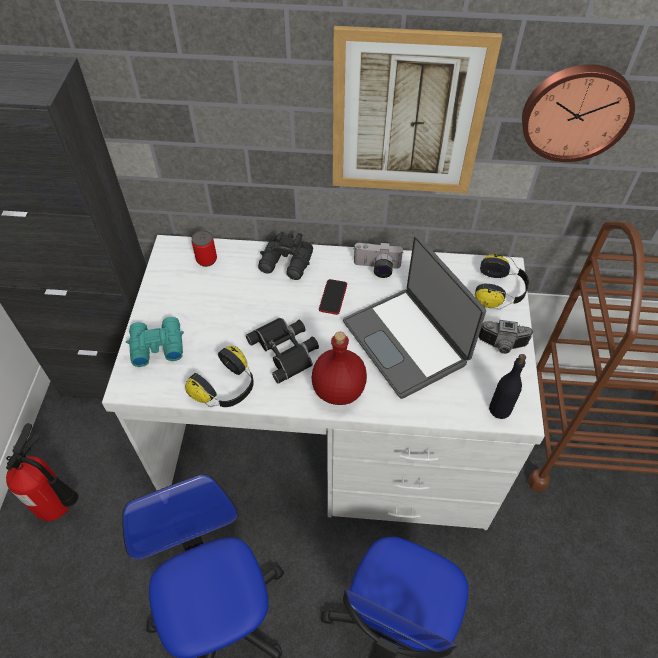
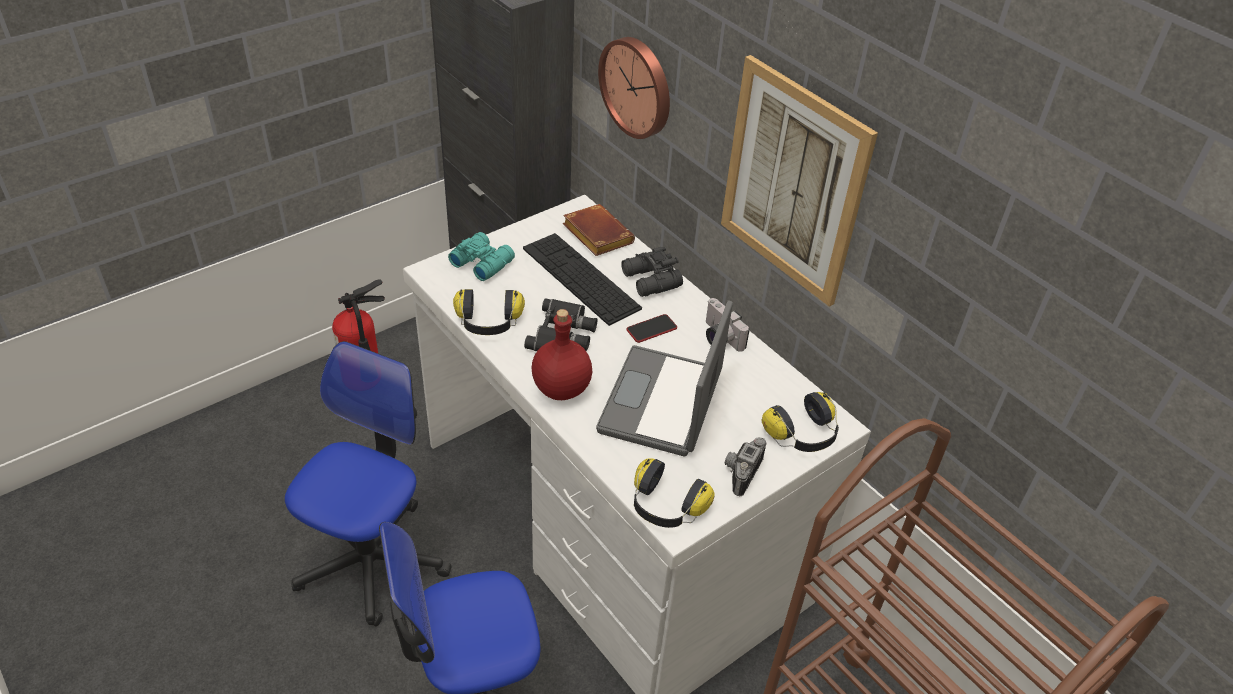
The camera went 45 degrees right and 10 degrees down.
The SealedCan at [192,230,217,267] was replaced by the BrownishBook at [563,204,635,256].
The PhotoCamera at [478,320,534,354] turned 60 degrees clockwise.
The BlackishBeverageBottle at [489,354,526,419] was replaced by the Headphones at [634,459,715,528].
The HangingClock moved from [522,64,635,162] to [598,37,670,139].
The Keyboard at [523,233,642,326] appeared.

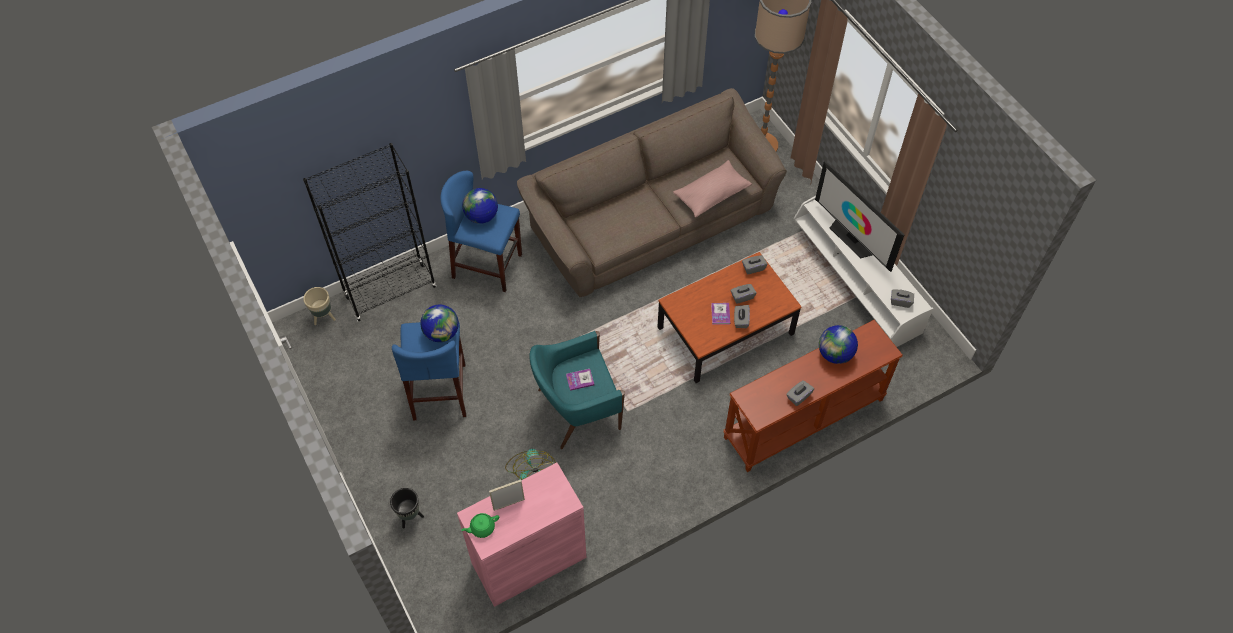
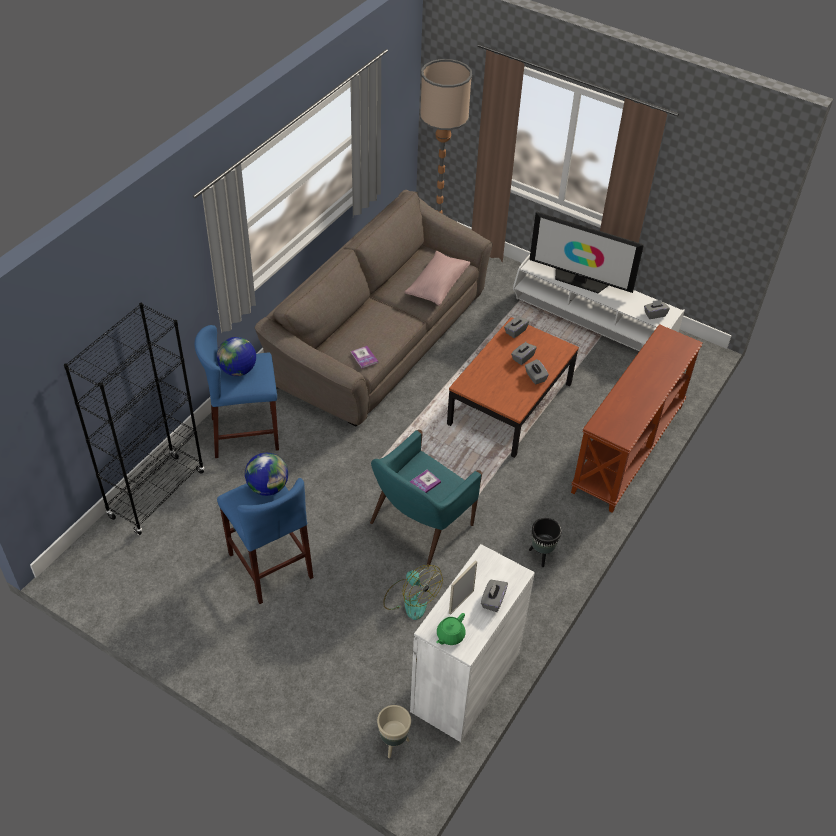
The camera went 30 degrees left and 10 degrees down.
The BeigeColouredPlanter moved from [303,287,336,325] to [377,705,411,758].
The BlackishPlanter moved from [390,488,424,529] to [529,518,562,567].
The PinkishCupboard at [457,463,587,607] became the WhitishCupboard at [410,544,535,742].
The Book moved from [711,303,730,324] to [351,346,378,368].
The GrayTissueHolder moved from [786,380,814,406] to [481,580,508,612].
The Globe at [819,325,858,364] disappeared.

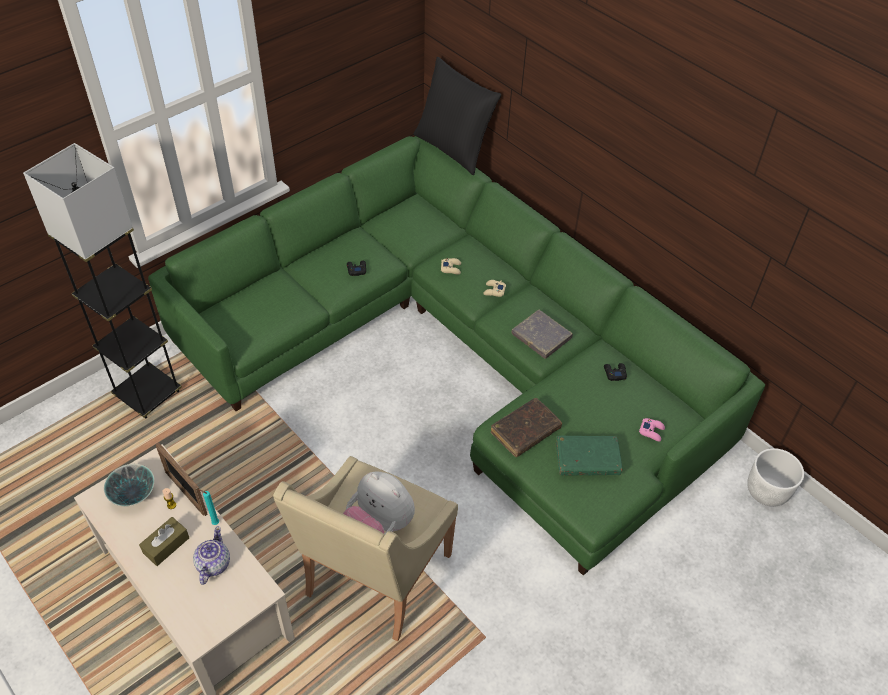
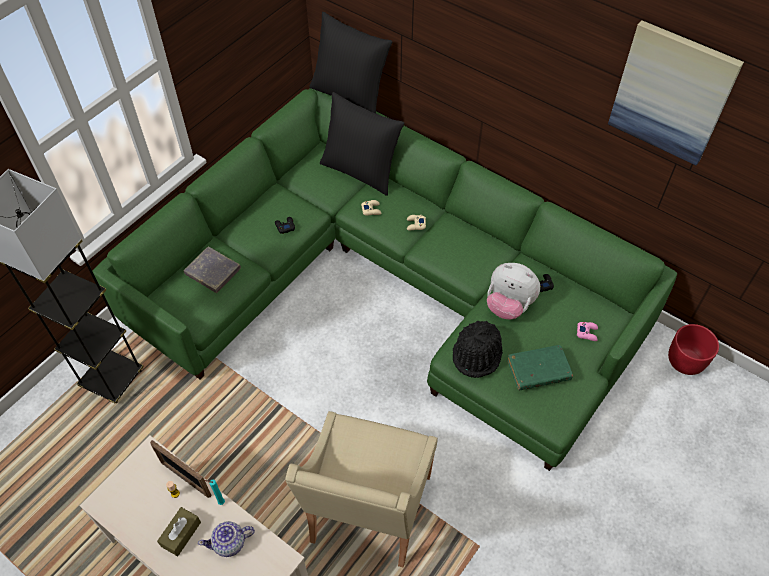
The camera went 10 degrees left and 5 degrees up.
The DeepDish at [104,464,154,506] disappeared.
The PotForTea at [193,526,230,585] turned 105 degrees counterclockwise.
The CuddlyToy moved from [343,471,415,534] to [487,263,540,319].
The BrownishBook at [491,398,562,457] was replaced by the BlackishWearableHat at [453,321,503,378].
The GrayBook moved from [511,310,573,359] to [183,247,241,293].
The WhitishPlanter at [747,448,804,507] became the RedColouredPlanter at [668,324,719,375].
The BlackishThrowPillow at [320,92,404,196] appeared.
The WallArt at [608,20,744,165] appeared.

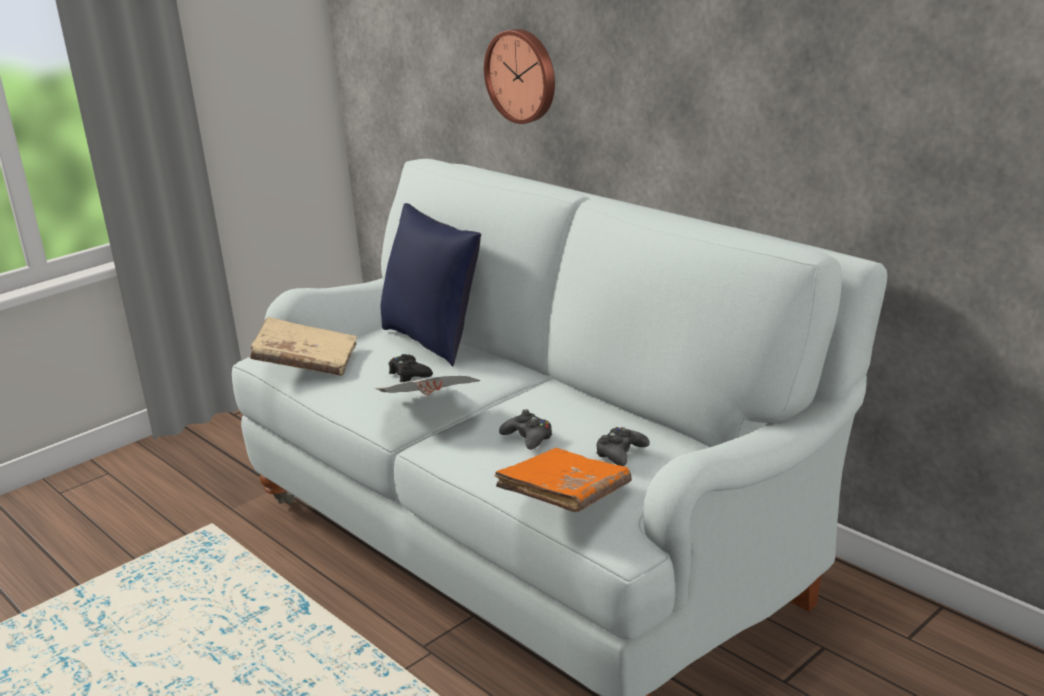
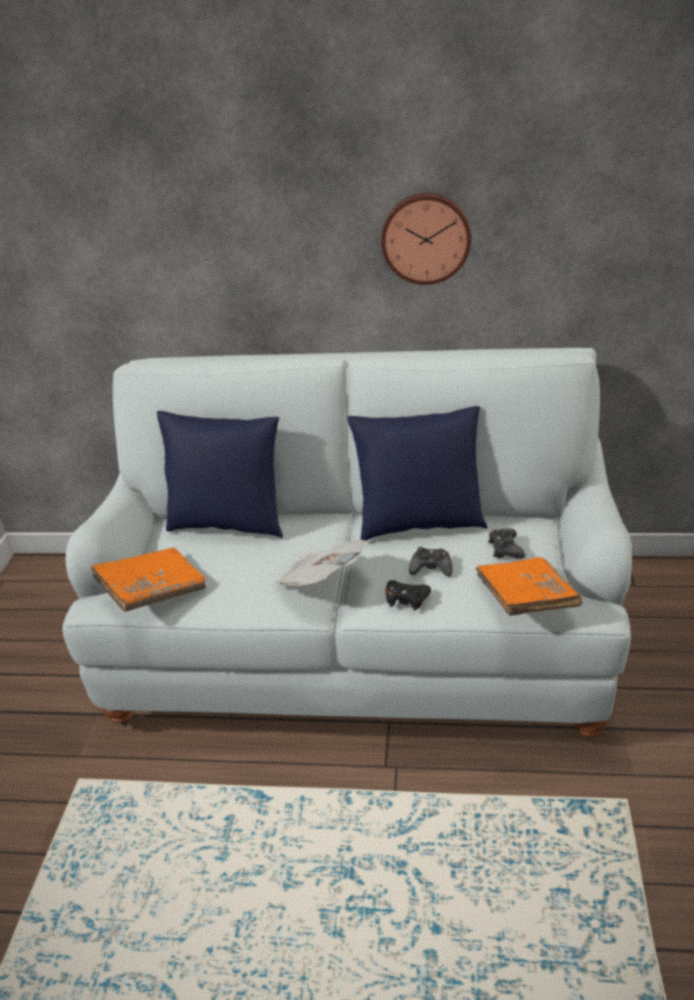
The camera went 40 degrees left and 10 degrees up.
The BeigeColouredBook at [250,317,357,376] became the OrangeBook at [91,547,206,611].
The BlackishGamepad moved from [389,354,433,382] to [386,580,431,610].
The HangingClock moved from [484,29,555,124] to [381,193,471,285].
The BlueColouredThrowPillow at [347,406,487,541] appeared.

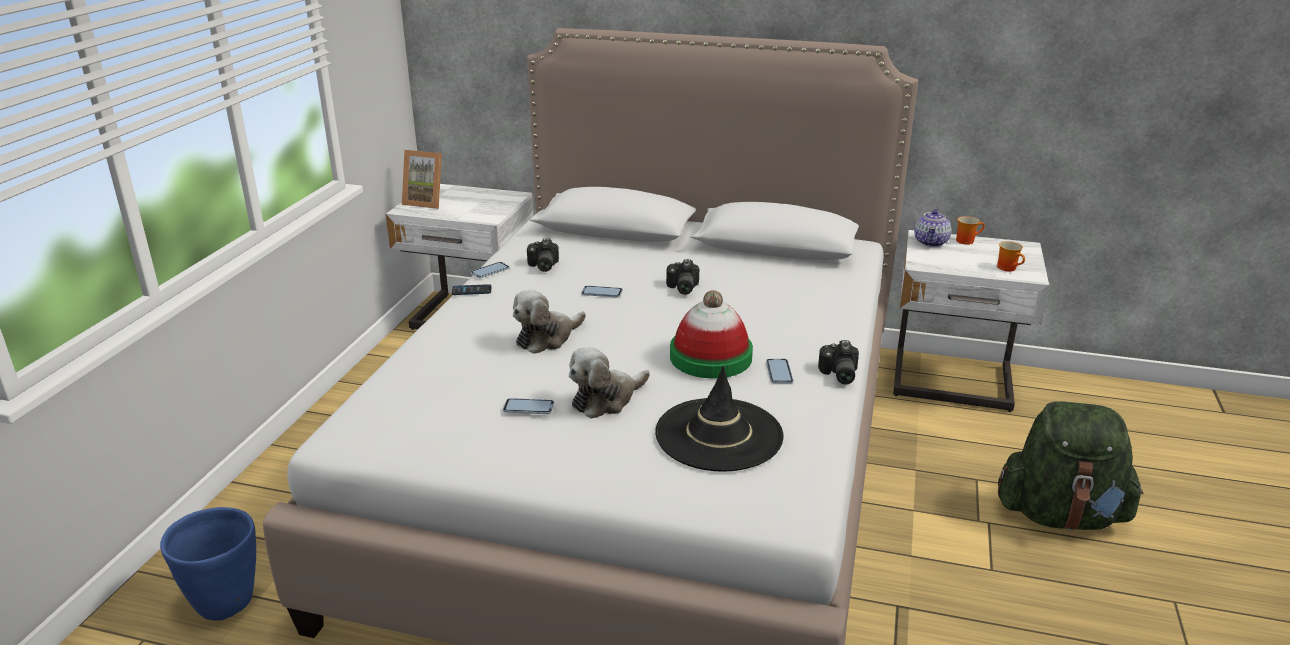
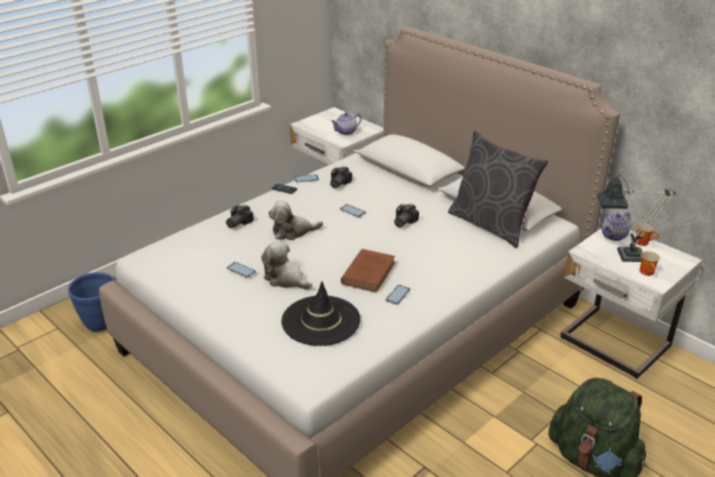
The camera went 30 degrees right and 5 degrees up.
The PictureFrame at [402,150,442,209] disappeared.
The CuddlyToy at [569,347,650,419] turned 45 degrees clockwise.
The WearableHat at [670,290,753,379] was replaced by the BrownishBook at [341,249,395,292].
The PhotoCamera moved from [818,340,859,385] to [226,205,254,228].
The PotForTea at [331,112,362,135] appeared.
The GrayThrowPillow at [448,131,548,248] appeared.
The LampForATable at [597,175,676,262] appeared.

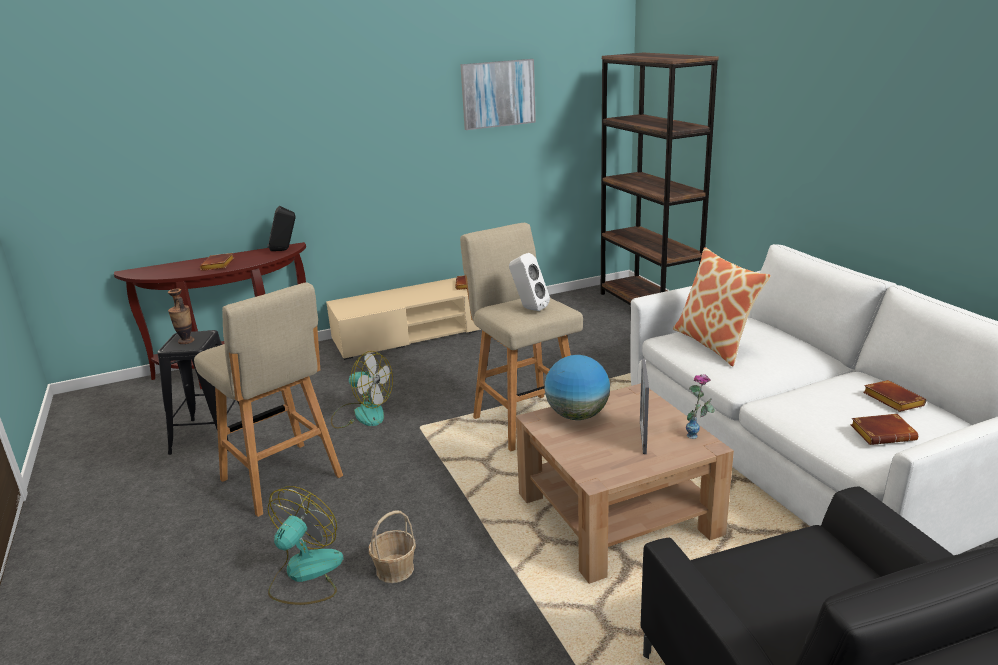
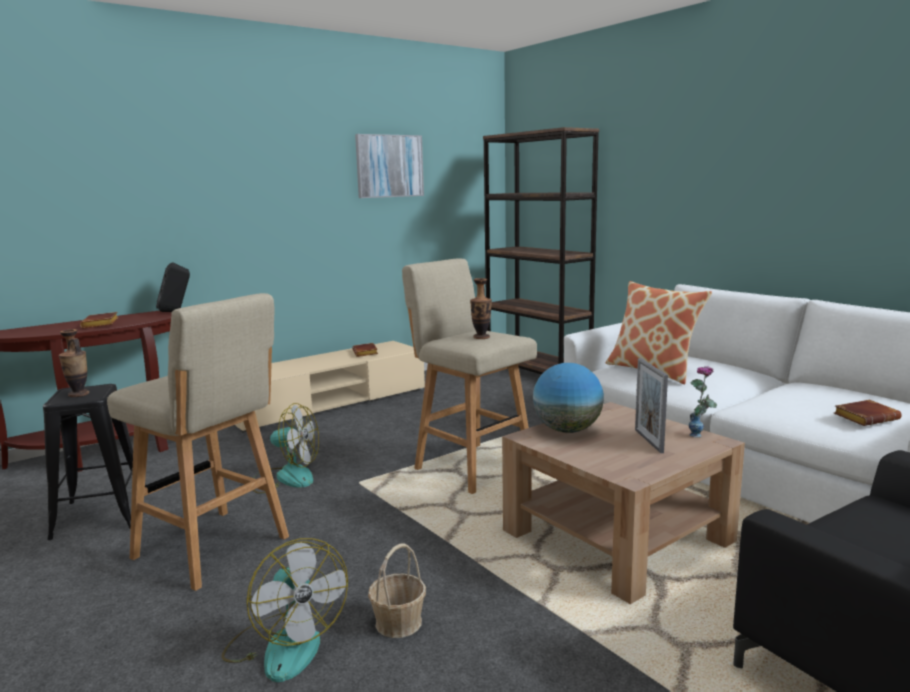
The camera went 15 degrees left and 10 degrees down.
The Fan at [268,486,344,605] turned 135 degrees clockwise.
The WhitishSpeaker at [509,253,550,311] was replaced by the DecorativeVase at [470,278,492,339].
The BrownishBook at [863,380,926,412] disappeared.

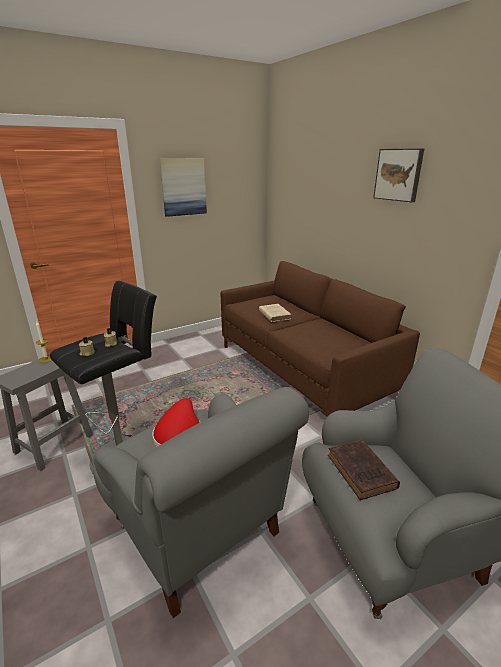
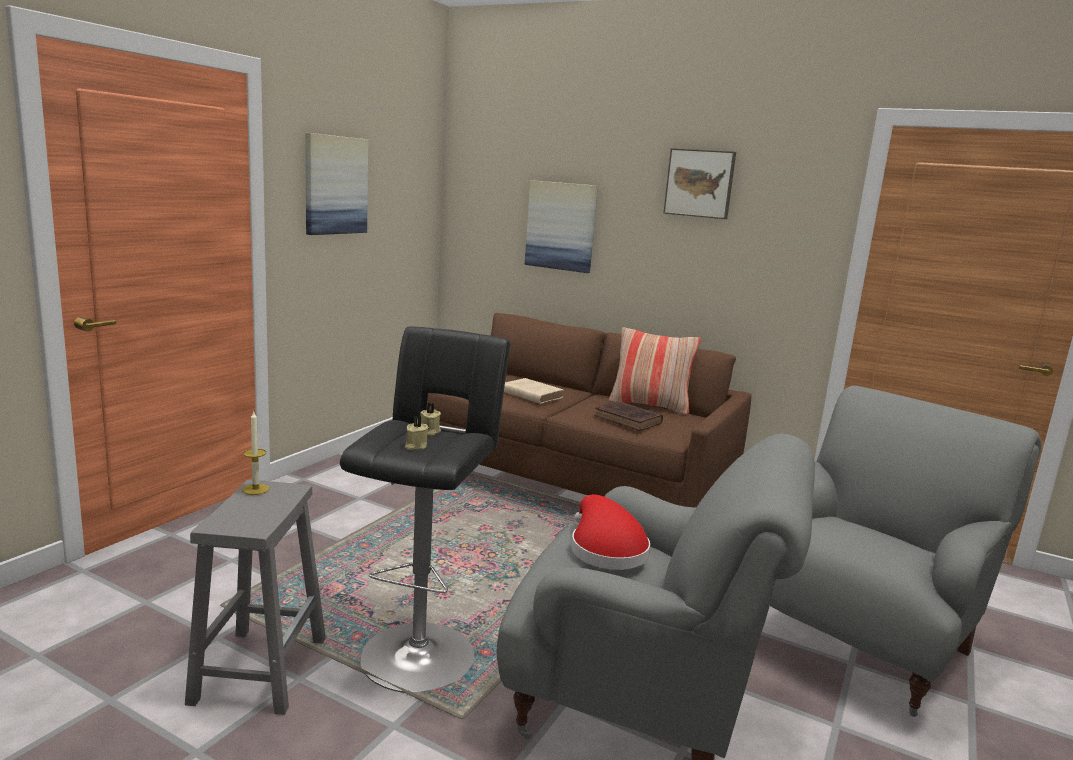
The camera went 30 degrees left and 10 degrees down.
The BrownishBook moved from [328,440,400,500] to [594,401,663,431].
The WallArt at [525,180,598,273] appeared.
The ThrowPillow at [609,327,701,415] appeared.

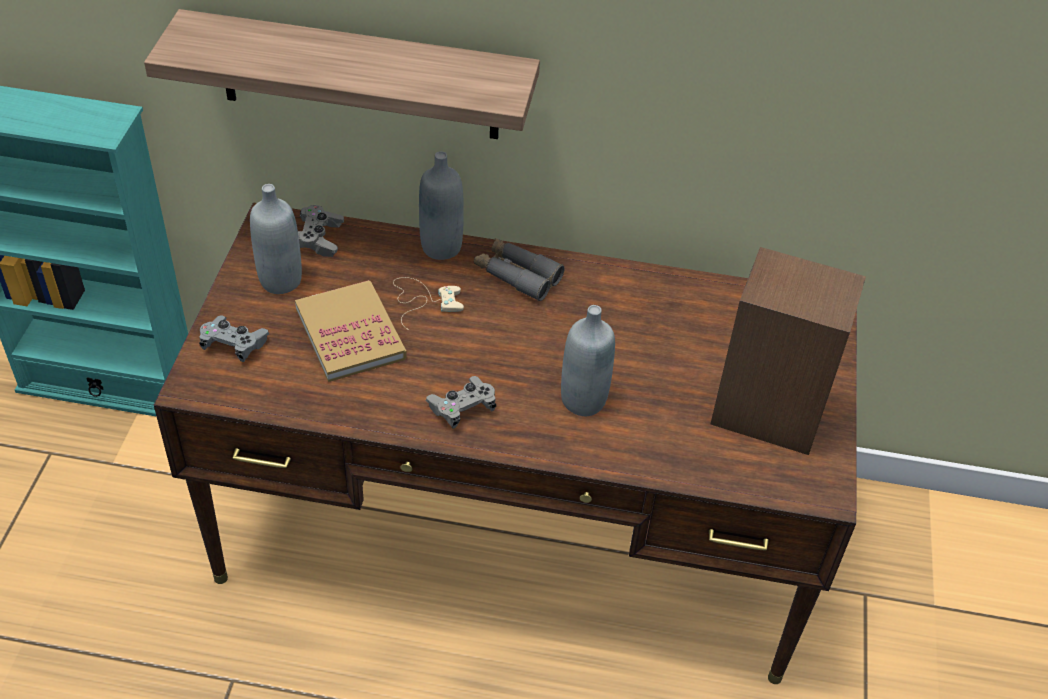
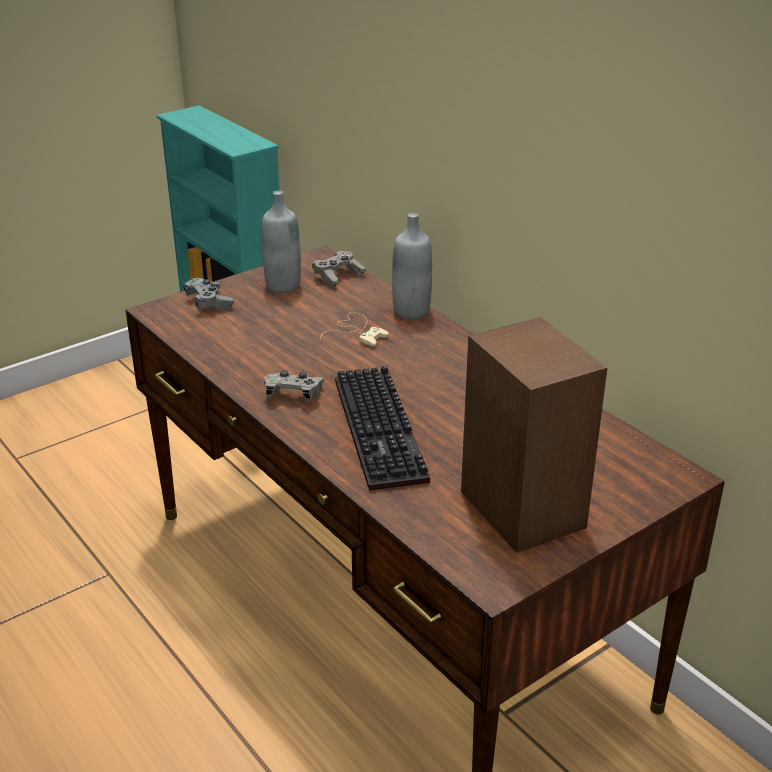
The camera went 45 degrees right and 15 degrees down.
The WallShelf at [144,9,540,139] disappeared.
The Book at [295,280,407,382] disappeared.
The GrayBinoculars at [474,238,565,301] disappeared.
The GrayBeverageBottle at [561,305,615,416] was replaced by the Keyboard at [335,366,430,491].

